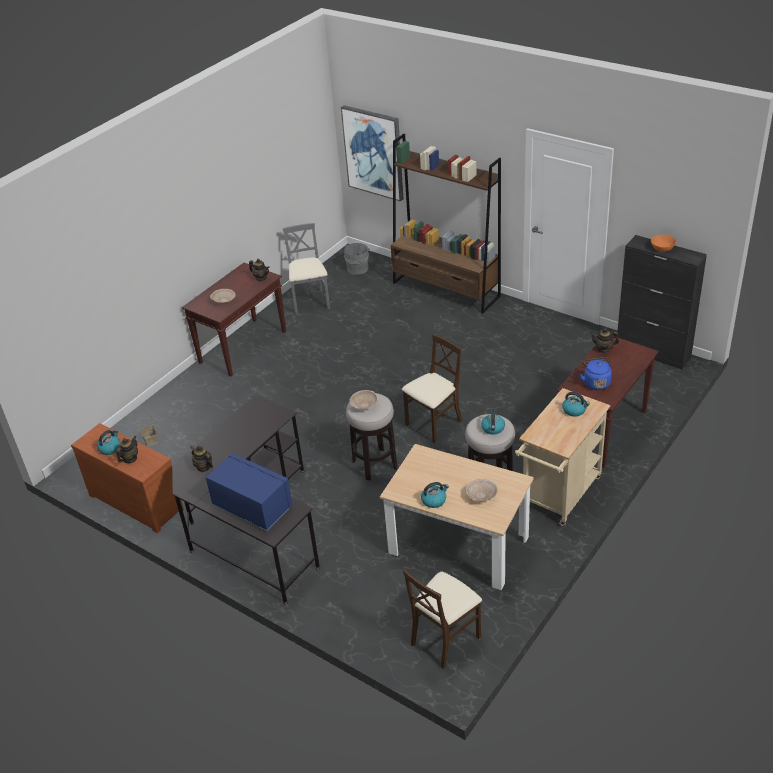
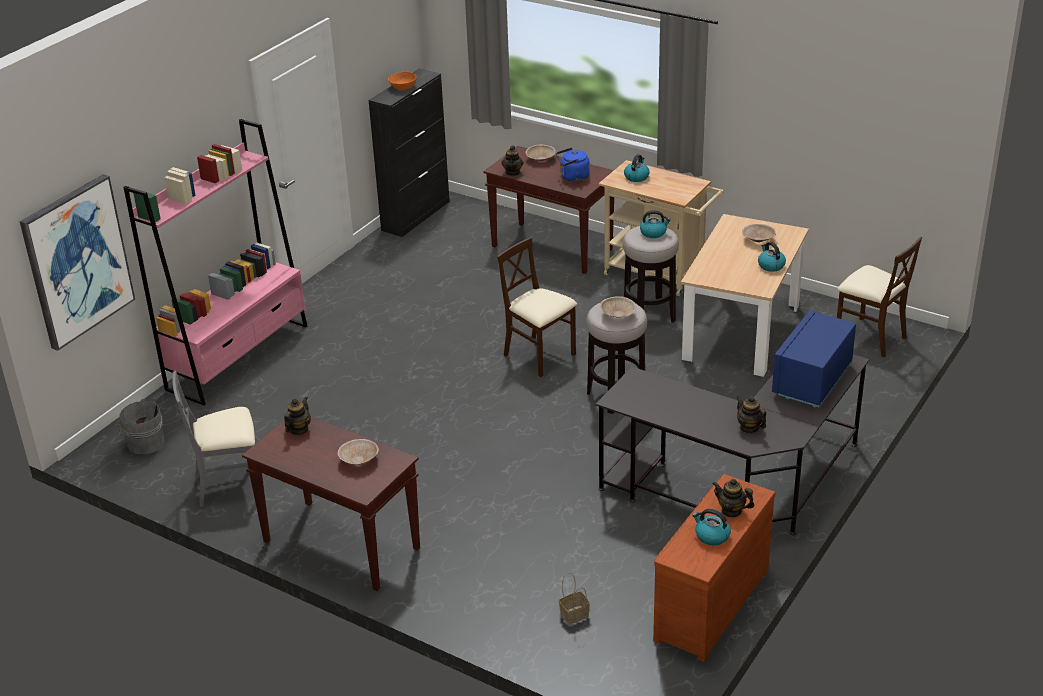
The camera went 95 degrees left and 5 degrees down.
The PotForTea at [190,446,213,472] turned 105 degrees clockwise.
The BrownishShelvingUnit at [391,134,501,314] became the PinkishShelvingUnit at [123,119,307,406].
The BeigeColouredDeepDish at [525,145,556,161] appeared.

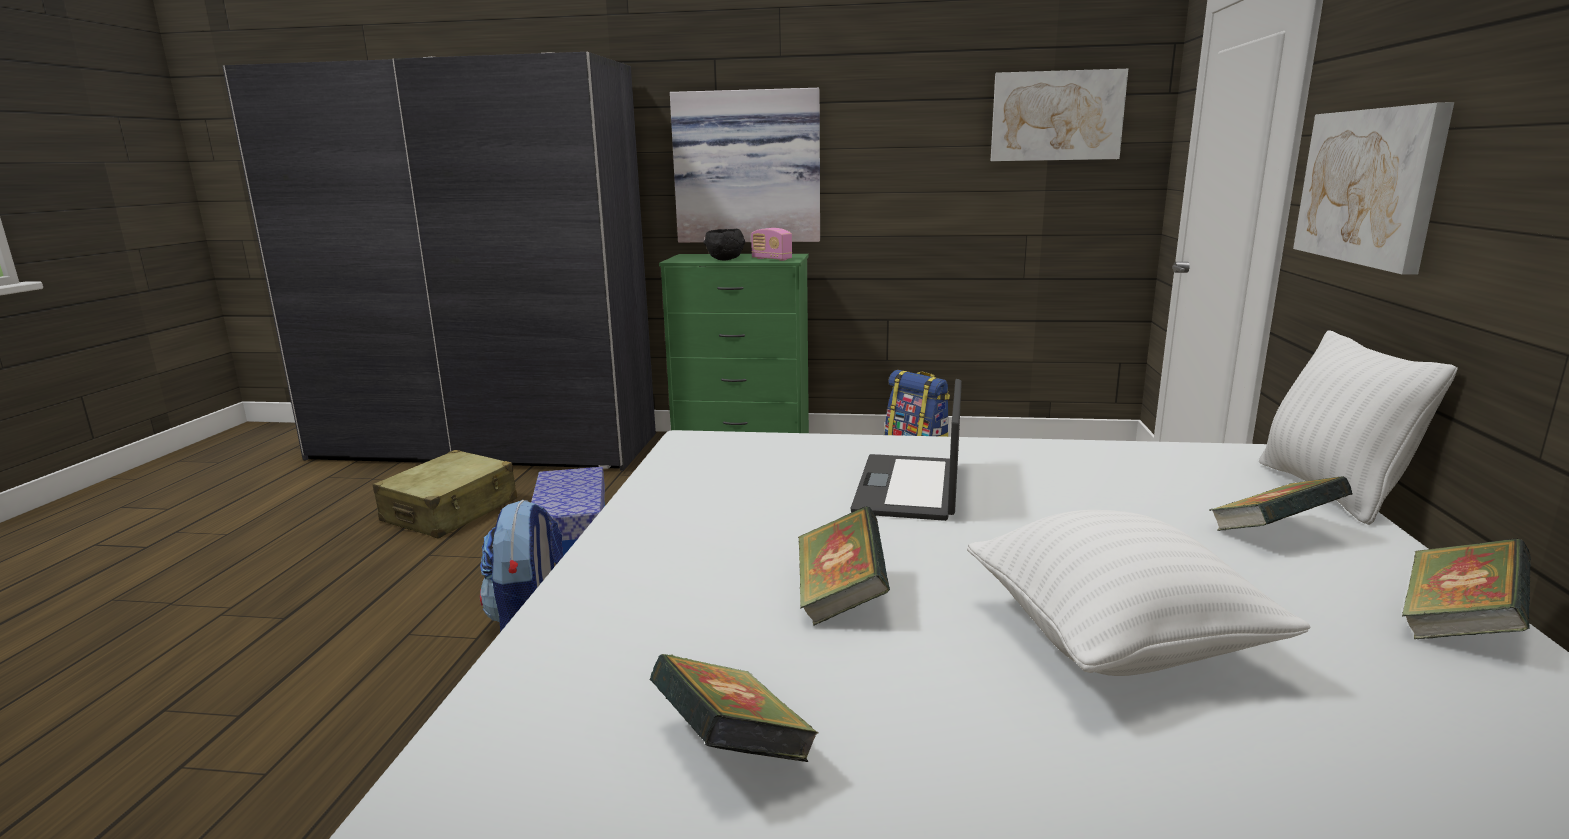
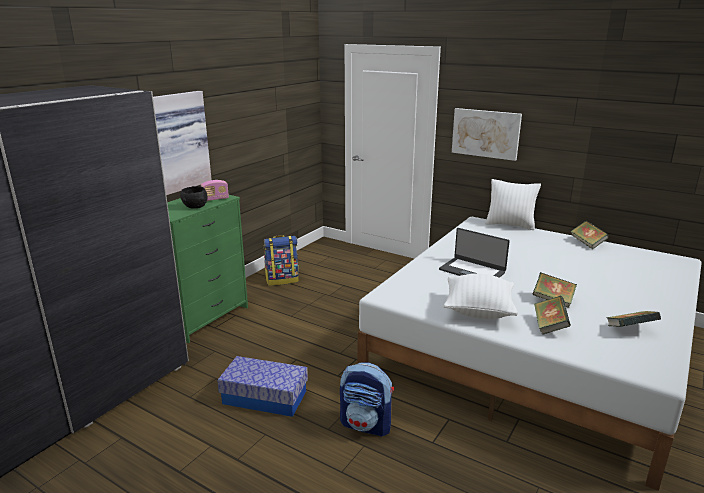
The camera went 65 degrees left and 5 degrees up.
The BeigeColouredSuitcase at [373,450,517,538] disappeared.
The WhitishThrowPillow moved from [967,510,1311,676] to [443,274,518,319].
The WallArt at [991,69,1128,161] disappeared.
The Book moved from [1209,476,1353,531] to [534,296,571,335].

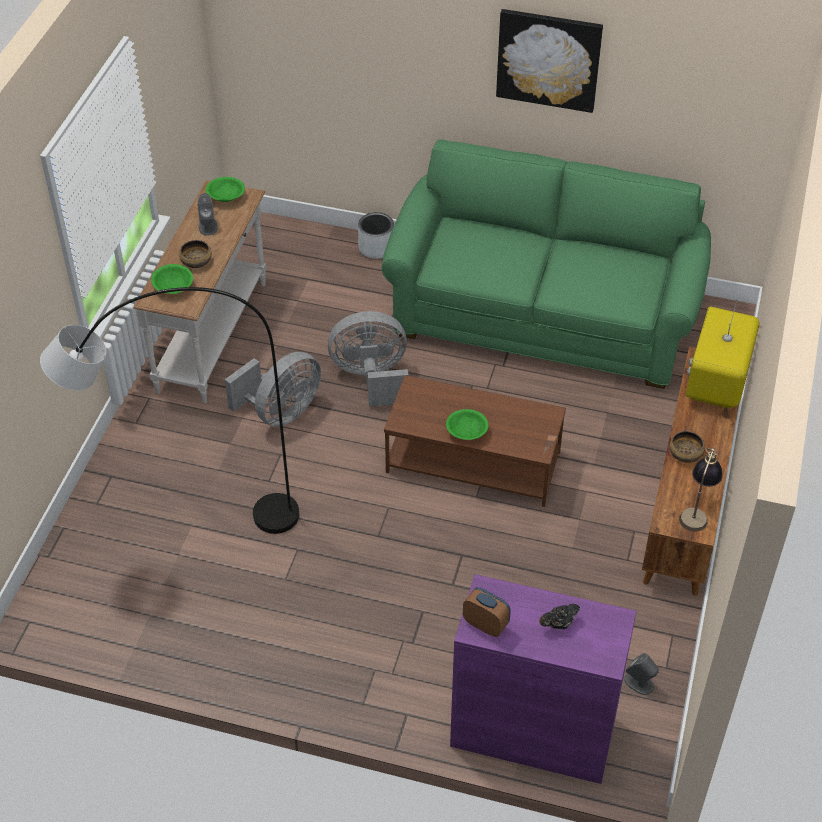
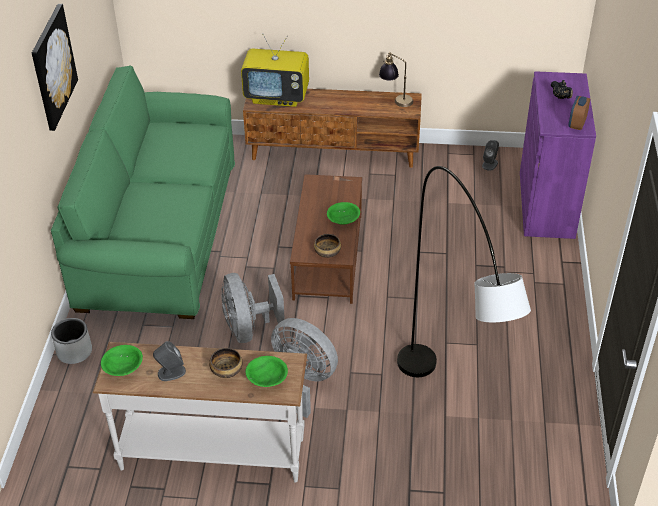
The camera went 100 degrees left and 5 degrees down.
The DeepDish moved from [670,431,705,463] to [314,234,341,258].

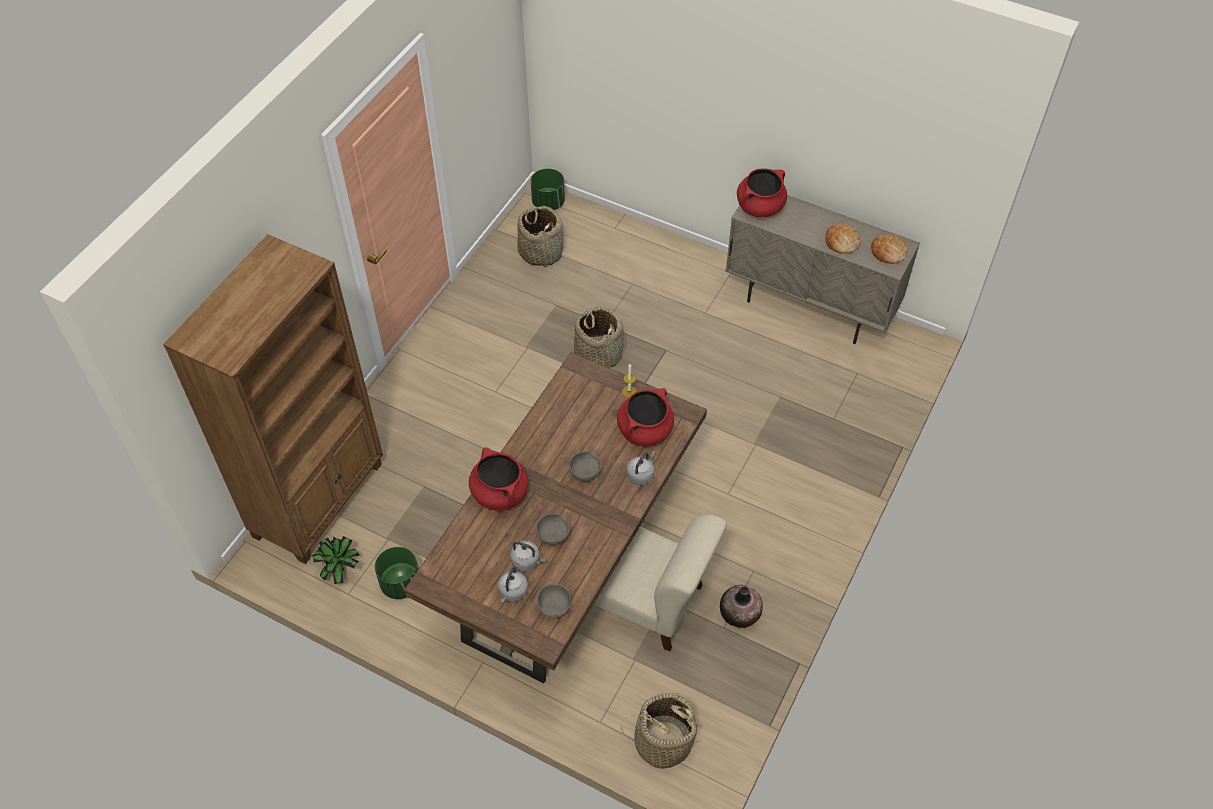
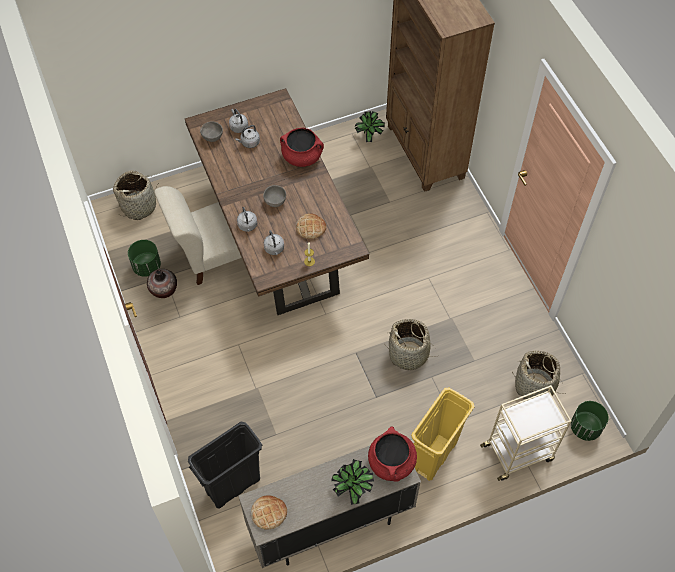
The camera went 130 degrees right and 5 degrees up.
The GreenPlanter moved from [375,547,419,599] to [128,240,161,277].
The GrayDeepDish at [536,514,570,545] disappeared.
The RedColouredSaucepot at [617,388,674,446] was replaced by the GrayTeaKettle at [264,230,284,255].
The Bread moved from [825,224,861,254] to [296,213,326,239].
The BlackishWasteBin at [188,422,263,508] appeared.
The Houseplant at [331,459,374,505] appeared.
The YellowishWasteBin at [411,388,475,481] appeared.
The BeigeColouredTrolley at [480,385,572,481] appeared.

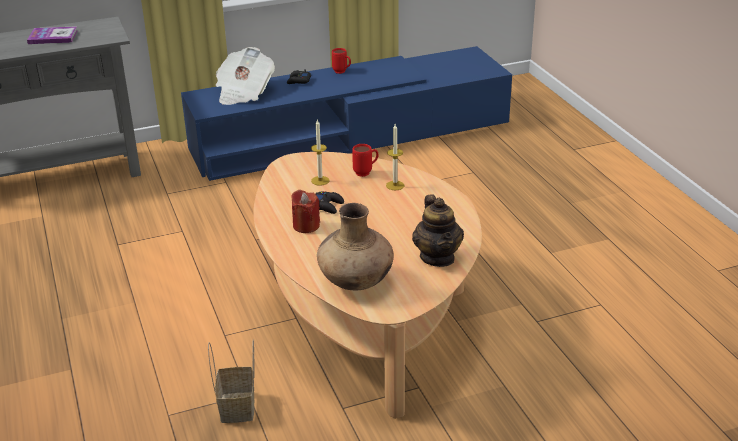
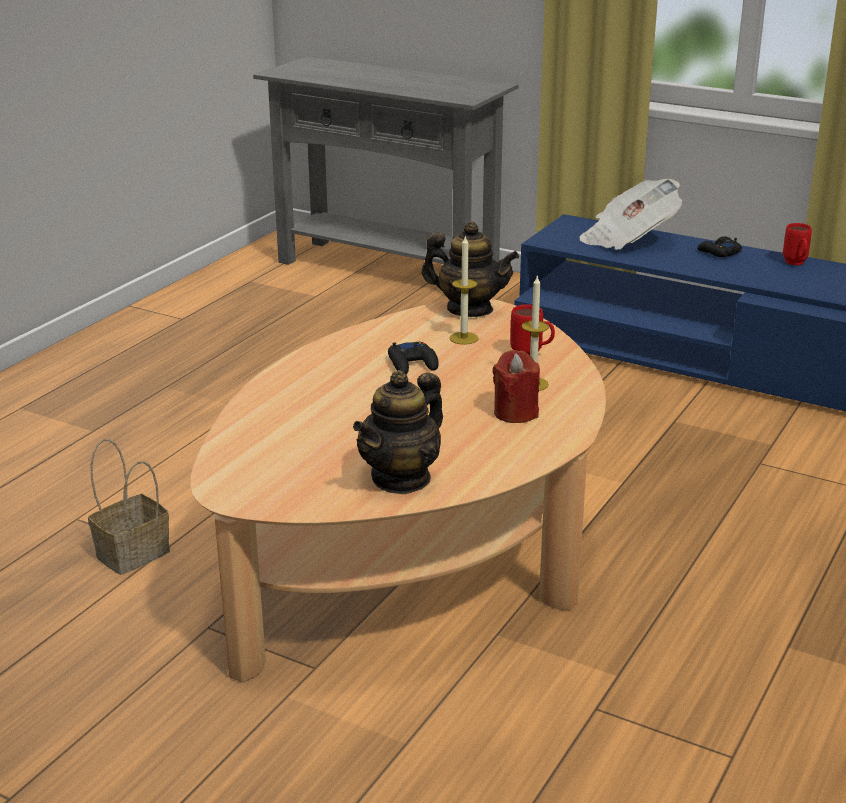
The camera went 50 degrees right and 5 degrees down.
The Book at [27,26,77,44] disappeared.
The RedColouredCandle moved from [291,190,320,233] to [493,350,540,423].
The BrownishDecorativeVase at [317,203,393,290] disappeared.
The PotForTea at [421,221,519,317] appeared.

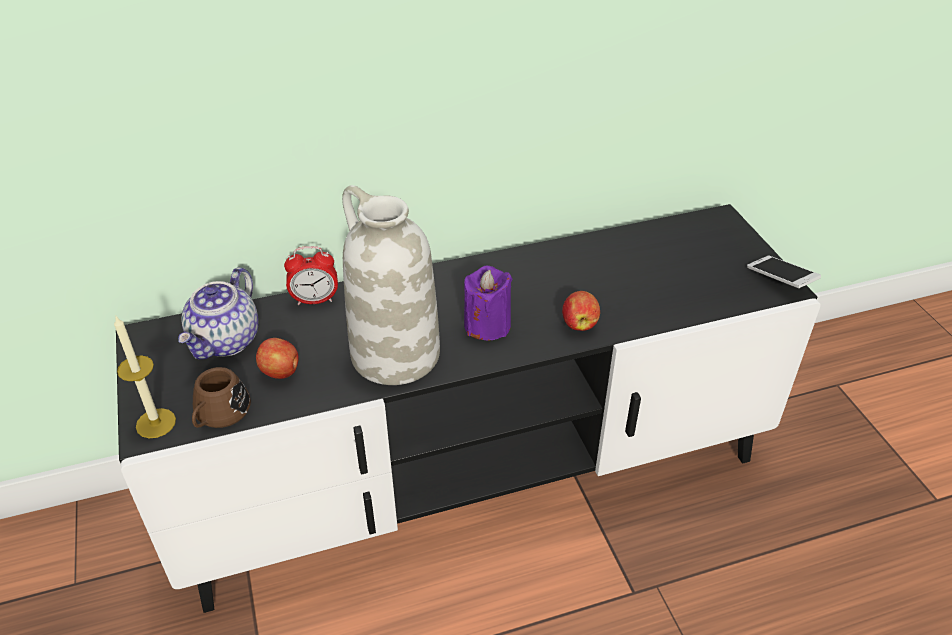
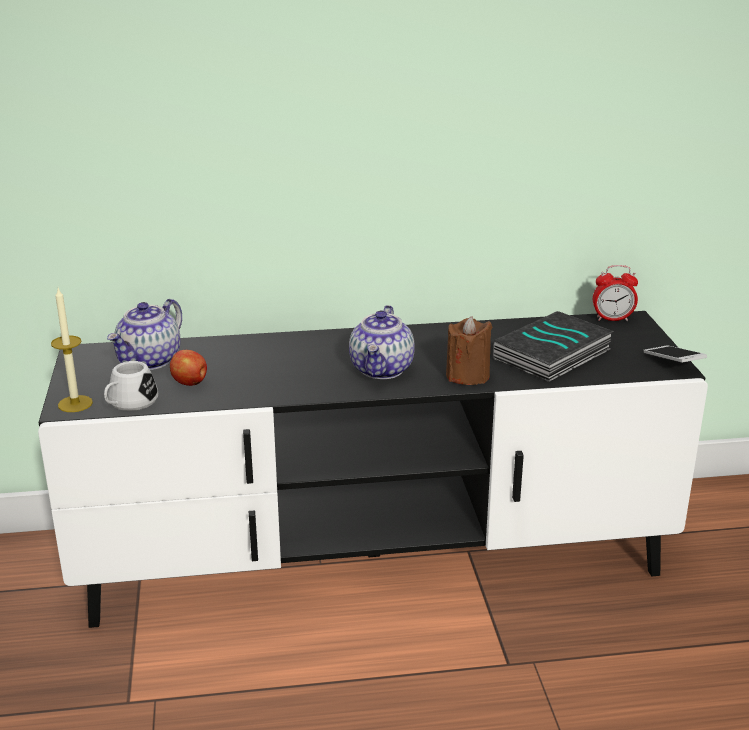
The camera went 10 degrees right and 15 degrees down.
The BrownishCoffeeMug at [192,367,251,428] became the WhitishCoffeeMug at [104,361,158,411].
The AlarmClock moved from [284,246,338,305] to [593,265,638,321].
The WhitishDecorativeVase at [342,185,440,385] disappeared.
The PurplishCandle at [464,266,513,341] was replaced by the PotForTea at [349,305,415,379].
The WholeApple at [562,291,600,331] was replaced by the BrownishCandle at [446,316,492,385].
The Book at [493,311,614,382] appeared.

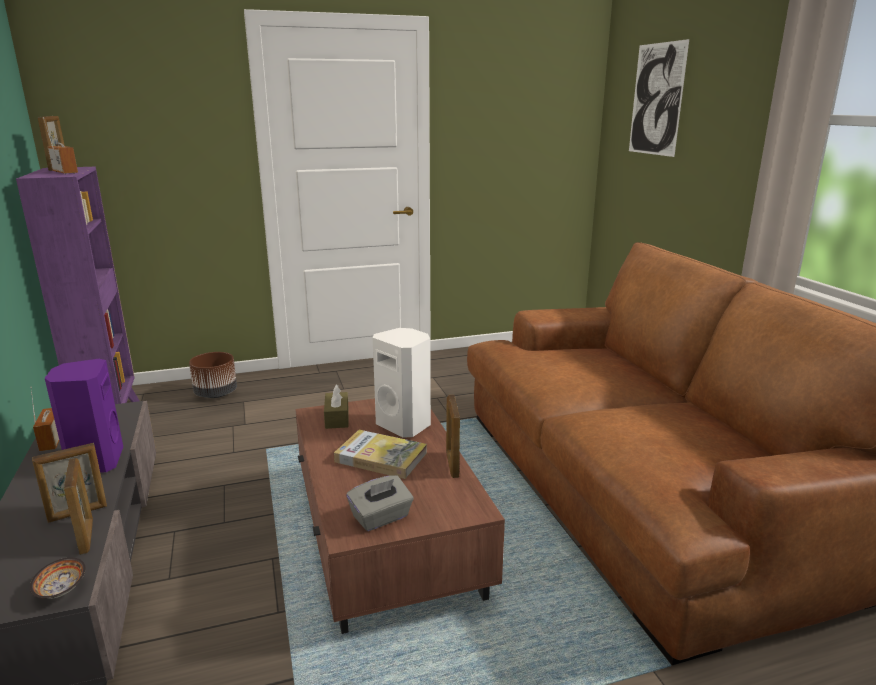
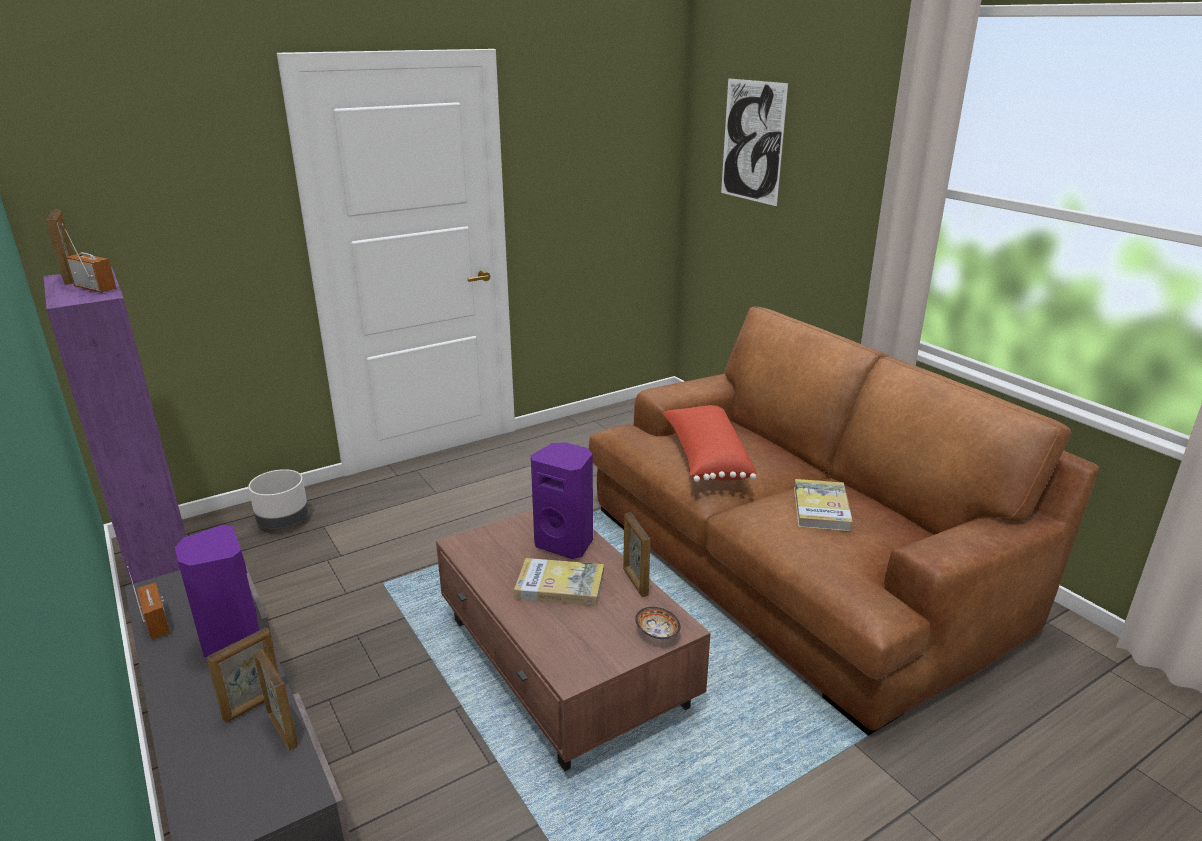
The camera went 15 degrees left and 5 degrees up.
The DeepDish moved from [30,558,86,599] to [635,607,681,640].
The BrownishPlanter at [189,352,237,398] became the GrayPlanter at [248,469,308,528].
The BrownishTissueHolder at [324,385,349,429] disappeared.
The GrayTissueHolder at [347,475,414,531] disappeared.
The WhitishSpeaker at [373,328,431,438] became the PurplishSpeaker at [531,442,593,559].
The RedColouredThrowPillow at [663,405,757,482] appeared.
The Book at [794,479,853,531] appeared.

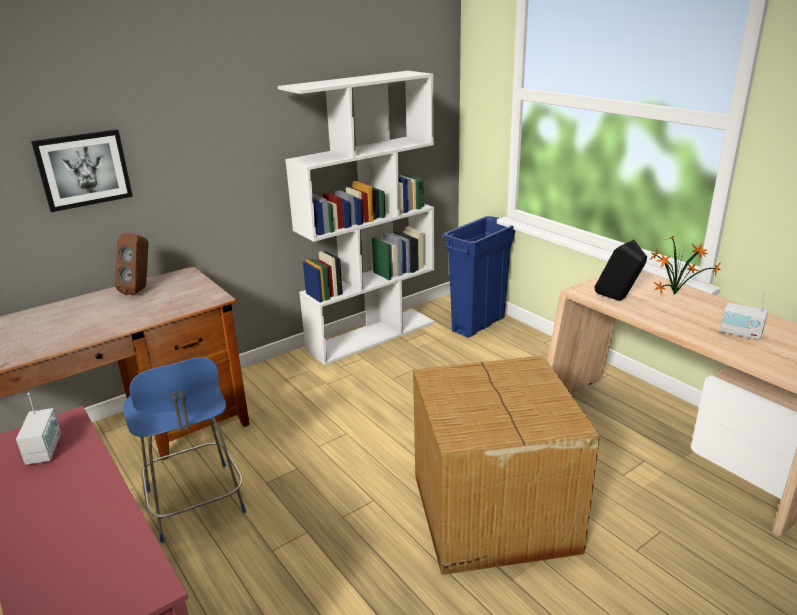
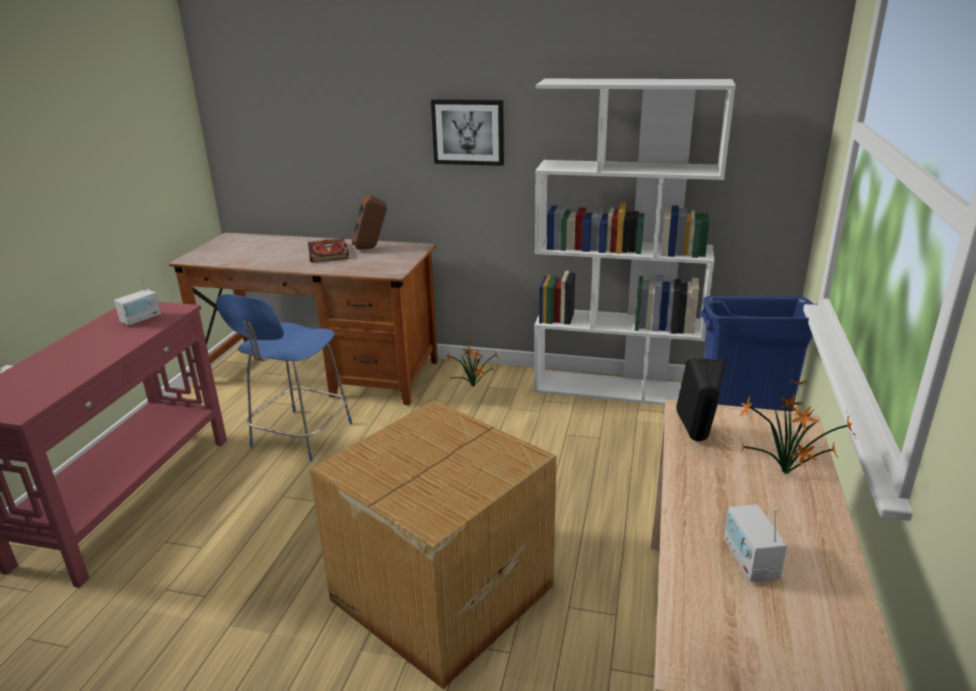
The camera went 50 degrees right and 0 degrees up.
The WallArt moved from [31,129,133,212] to [431,99,504,166].
The Book at [308,238,349,262] appeared.
The Houseplant at [446,338,499,387] appeared.

